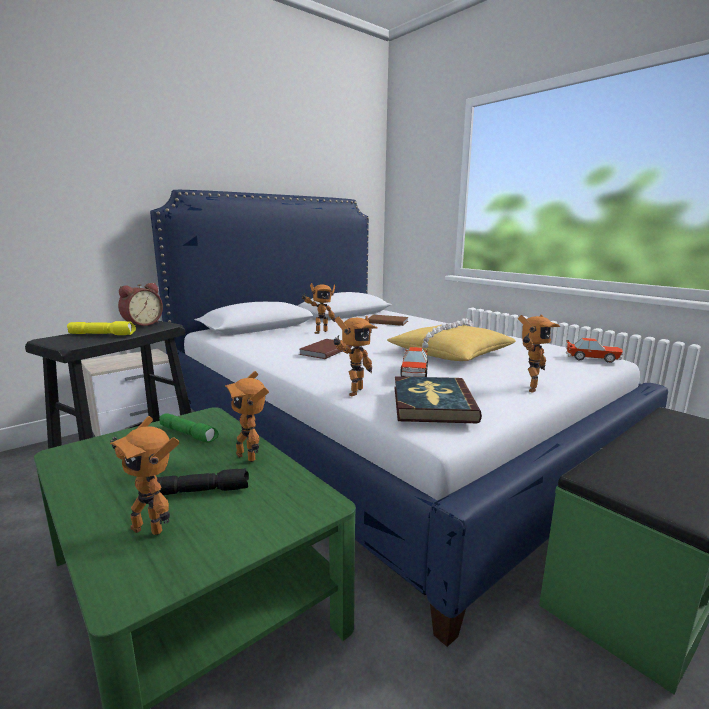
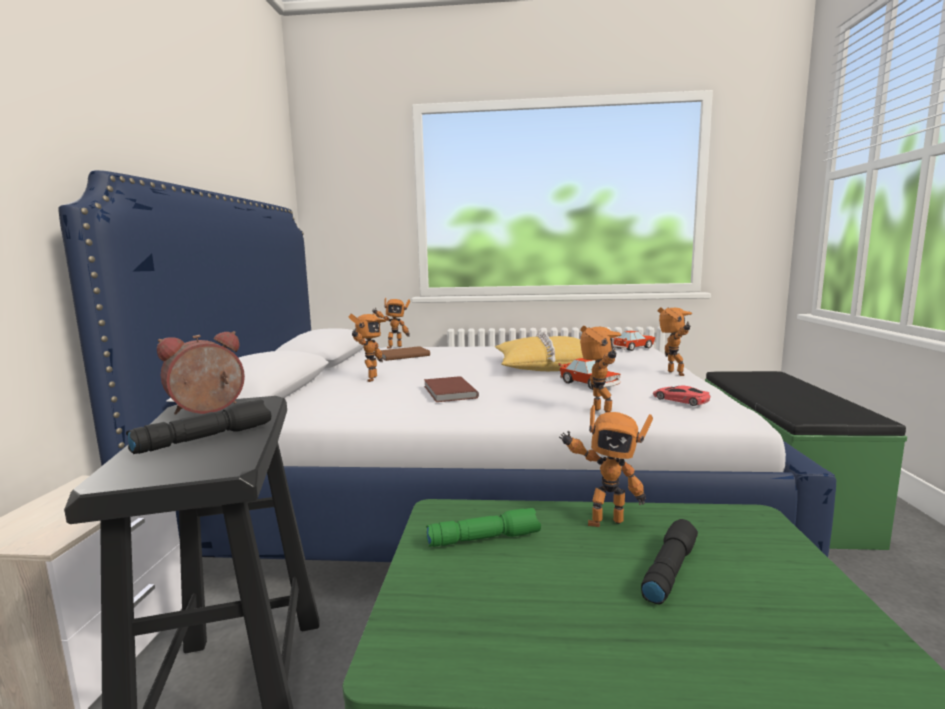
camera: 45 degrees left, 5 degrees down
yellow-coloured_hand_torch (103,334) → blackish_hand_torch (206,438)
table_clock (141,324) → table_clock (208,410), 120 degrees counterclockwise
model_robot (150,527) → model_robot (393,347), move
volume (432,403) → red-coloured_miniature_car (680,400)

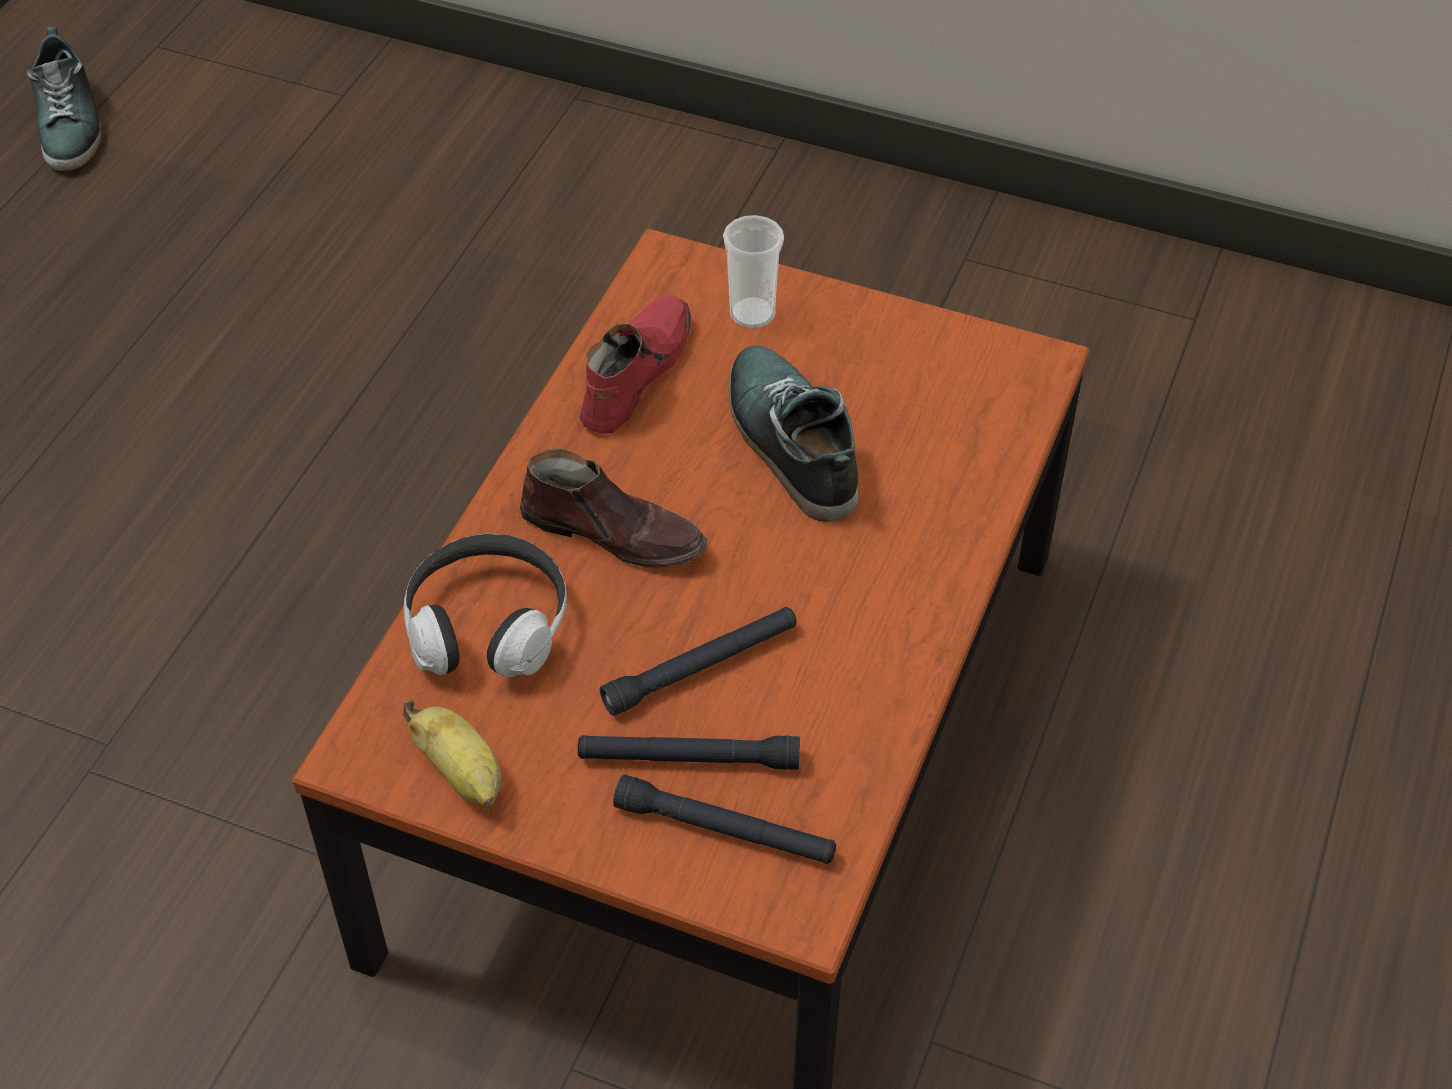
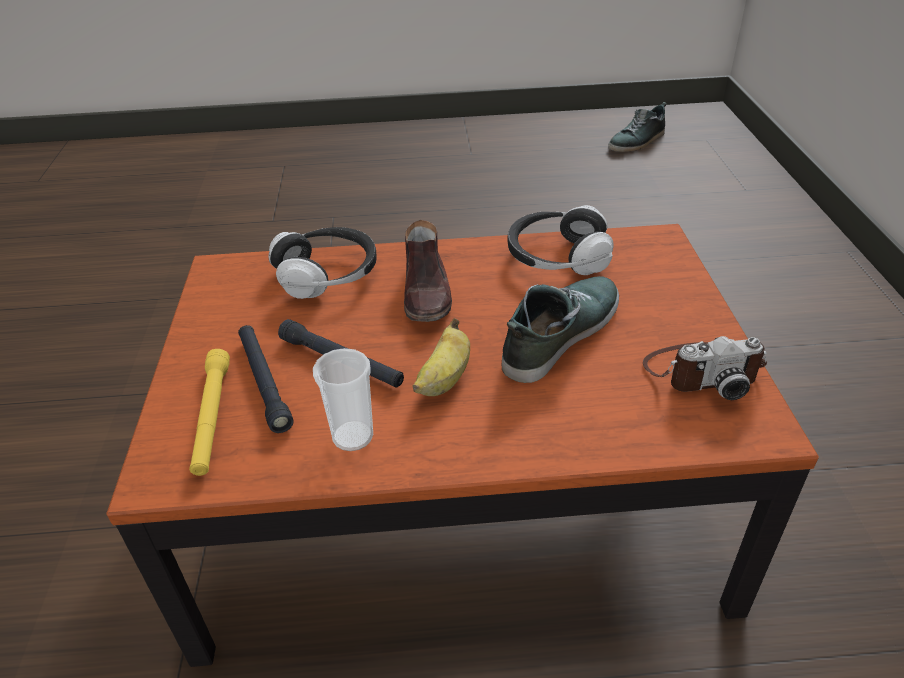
camera: 65 degrees right, 10 degrees down
blackish_hand_torch (725,830) → yellow-coloured_hand_torch (212,418)
drinking_cup (752,314) → drinking_cup (353,436), move
whole_banana (462,774) → whole_banana (444,380), move
red-coloured_low_shoe (634,373) → pair_of_headphones (557,257)
- → photo_camera (701,372)

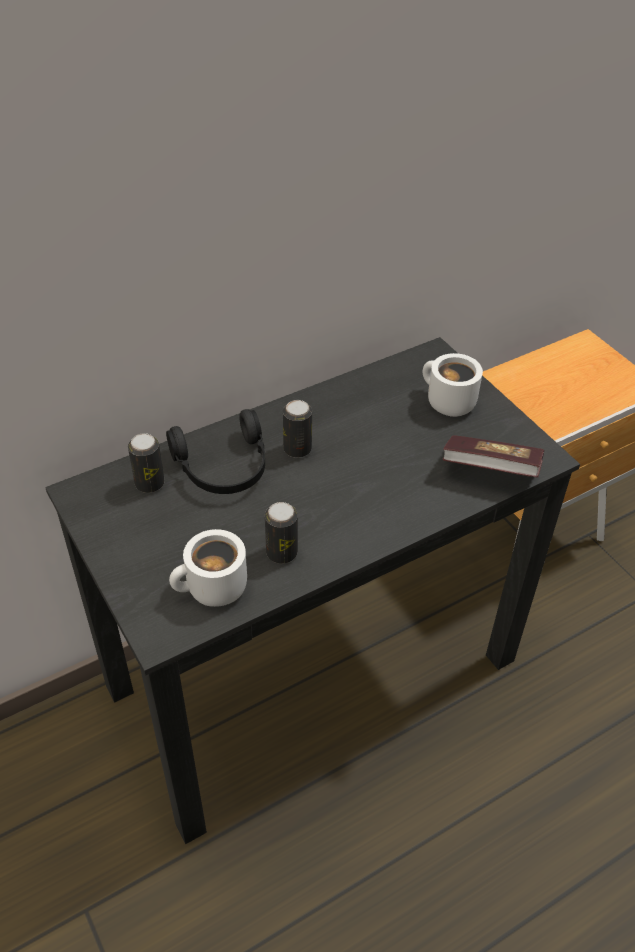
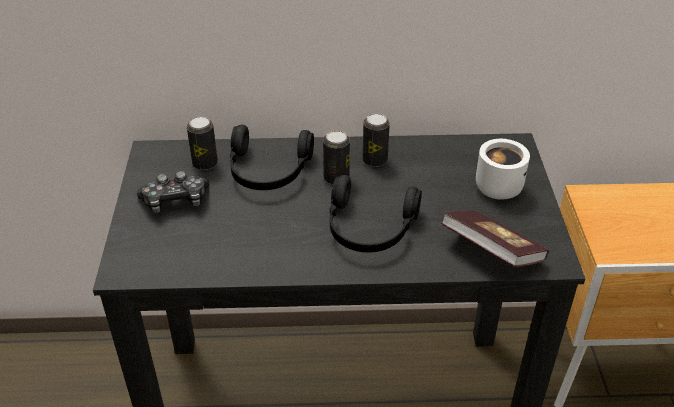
camera: 30 degrees right, 5 degrees down
- → game_controller (175,201)
- → blackish_pair_of_headphones (369,229)
sealed_can (281,553) → sealed_can (375,160), move
whitish_mug (213,591) → -

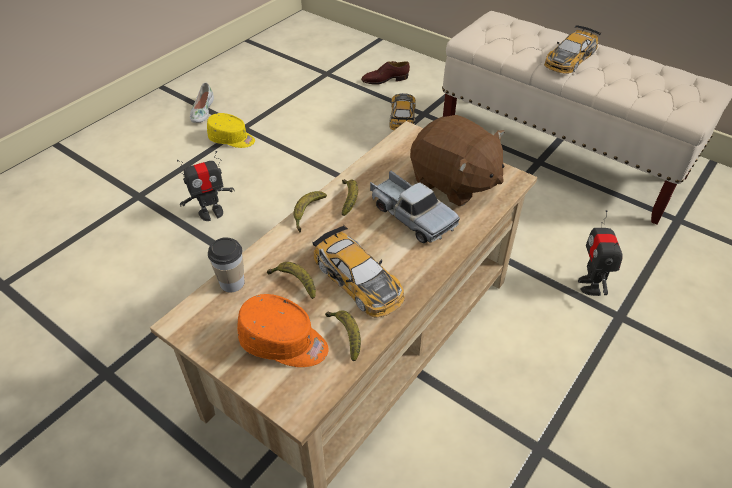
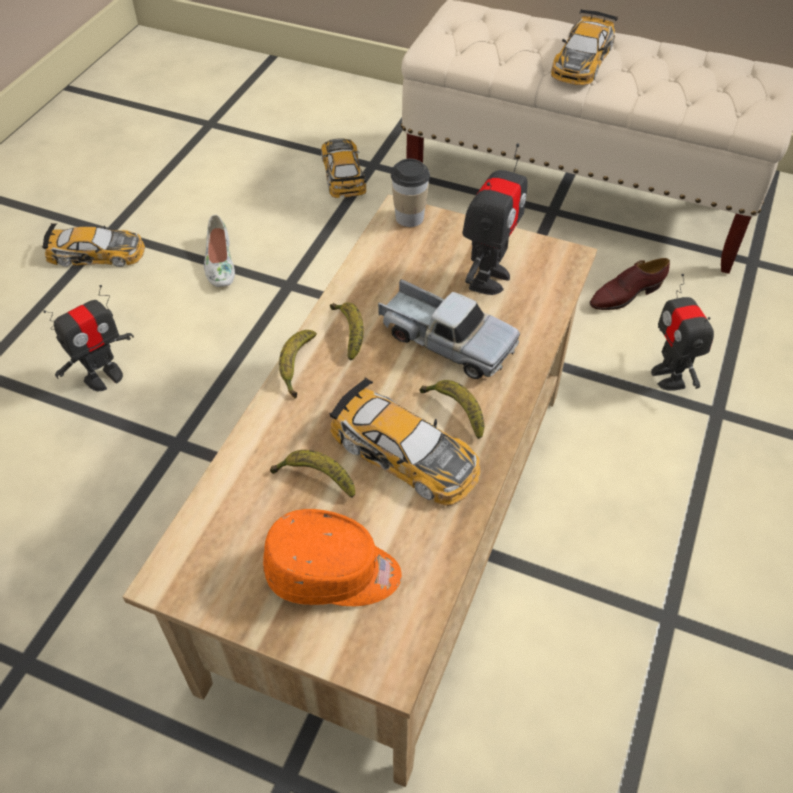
camera: 15 degrees left, 5 degrees up
yellow-coloured_cap (232,139) → miniature_car (97,253)
whitish_low_shoe (202,111) → whitish_low_shoe (219,263), move
drinking_cup (232,282) → drinking_cup (409,217), move
whole_banana (346,336) → whole_banana (455,411), move
brown-coloured_soft_toy (454,183) → model_robot (488,279)
brown-coloured_low_shoe (385,80) → brown-coloured_low_shoe (625,294), move

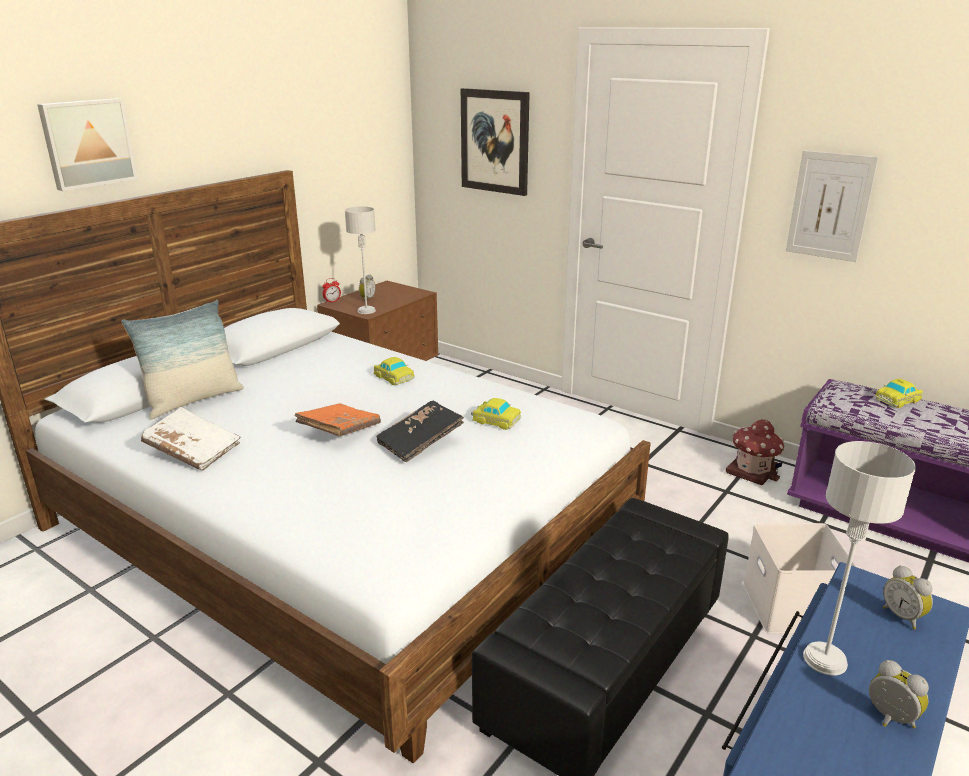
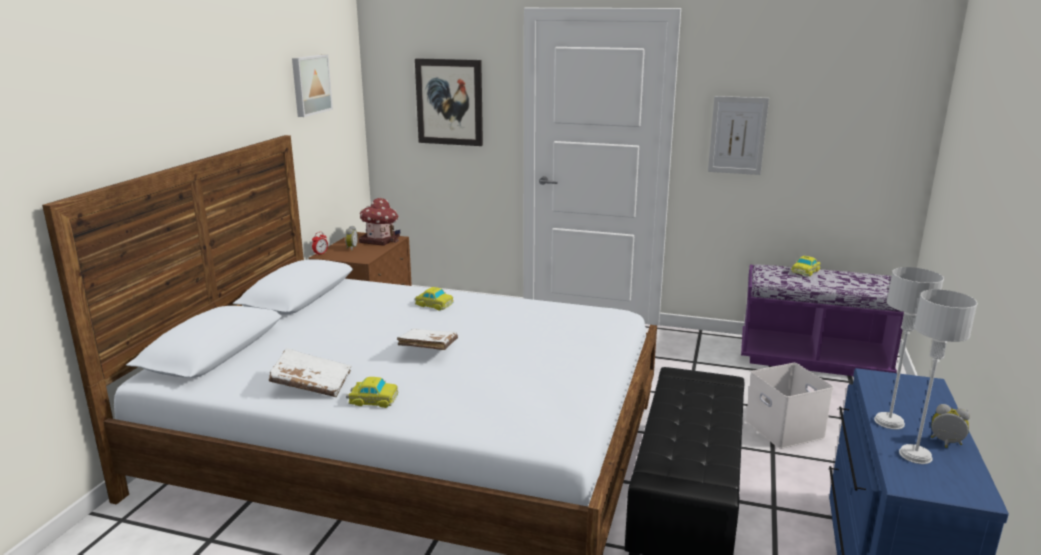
camera: 20 degrees left, 5 degrees down
wall_picture (87,143) → wall_picture (310,85), move
miniature_car (495,420) → miniature_car (372,399), move
miniature_house (752,471) → miniature_house (380,240), move
orange_volume (339,431) → whitish_volume (428,349)
gray_lamp_for_a_table (367,311) → gray_lamp_for_a_table (915,455), move
pillow (193,400) → -
blackish_volume (420,442) → -
table_clock (903,616) → -

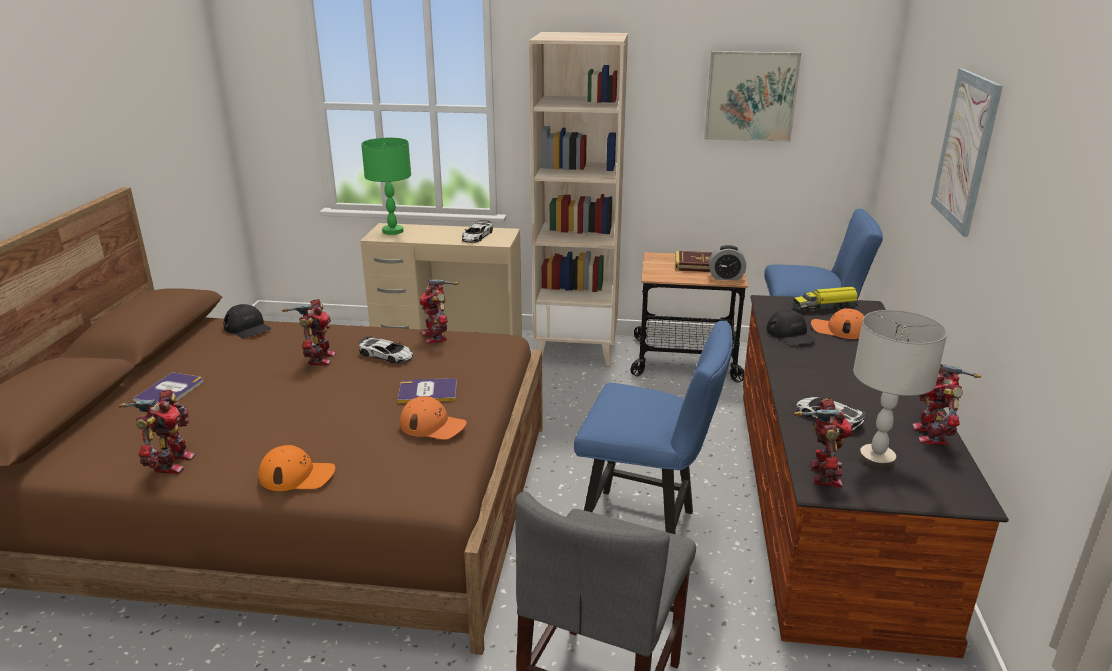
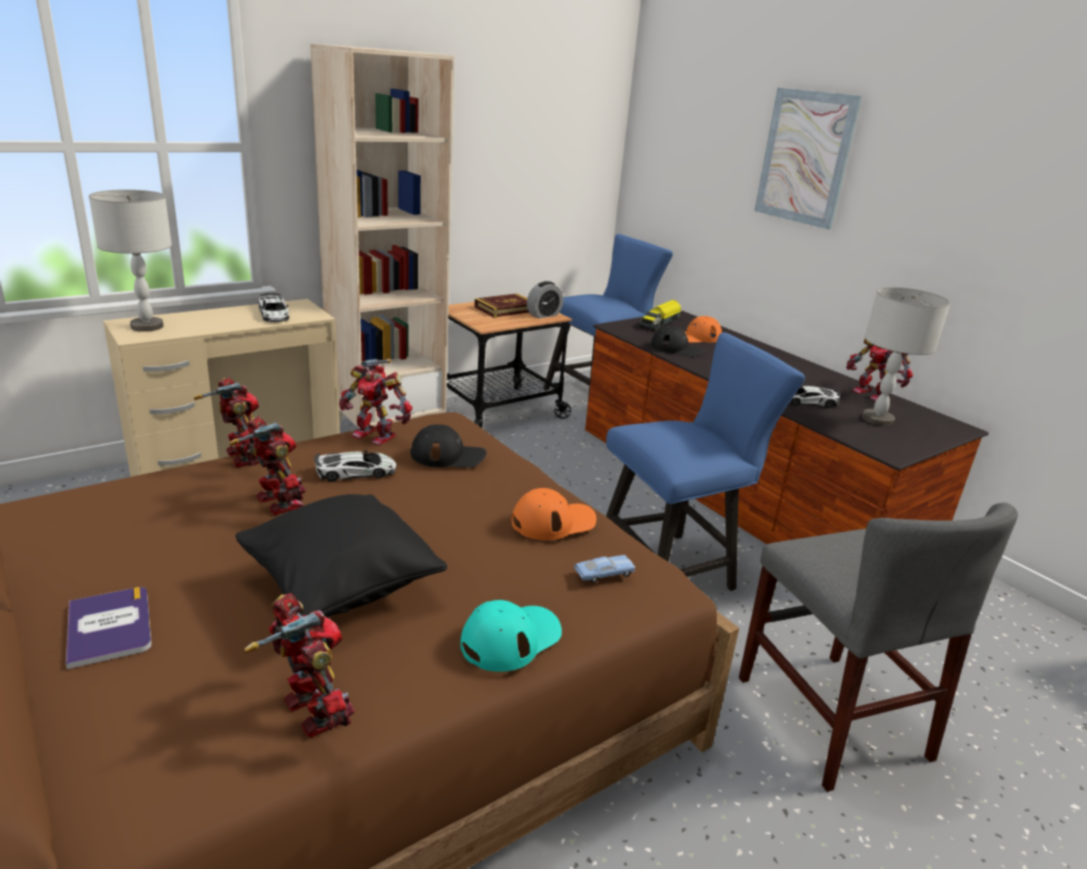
camera: 45 degrees left, 0 degrees up
green-coloured_lamp_for_a_table (393,231) → gray_lamp_for_a_table (147,326)
model_robot (822,475) → model_robot (241,458), move
- → blackish_pillow (341,588)
blackish_cap (247,328) → blackish_cap (448,455), move
orange_cap (297,475) → turquoise-coloured_cap (510,638)
- → blue_miniature_car (604,574)
volume (428,391) → -
wall_picture (751,96) → -

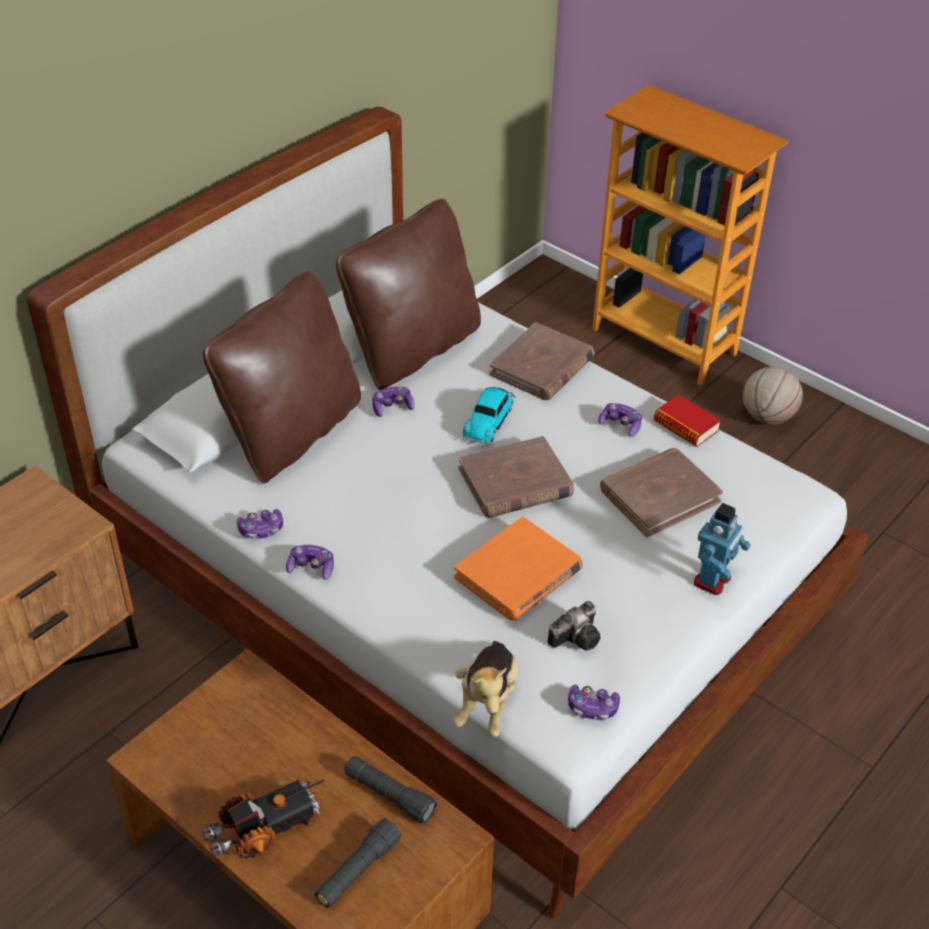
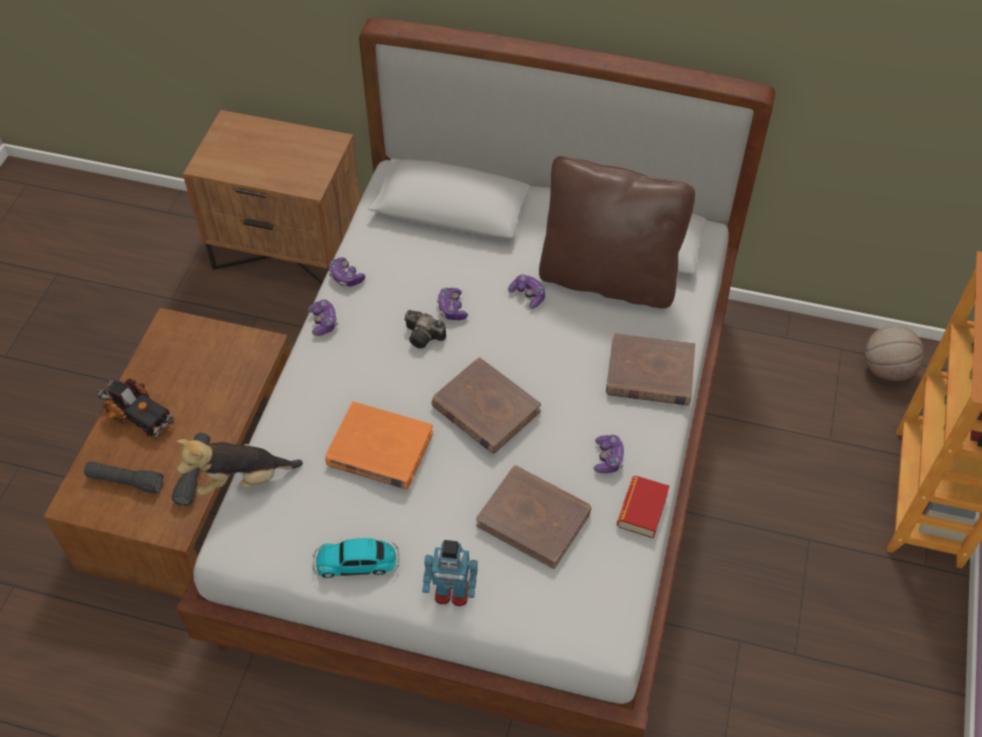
camera: 65 degrees right, 10 degrees up
miniature_car (489,419) → miniature_car (358,562), move
photo_camera (577,636) → photo_camera (425,336), move
game_controller (592,708) → game_controller (452,309), move
basketball_ball (767,417) → basketball_ball (886,369), move
brown-coloured_pillow (291,433) → -

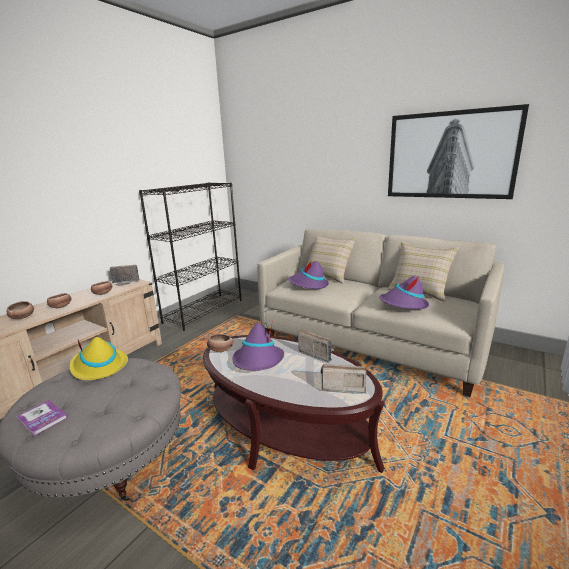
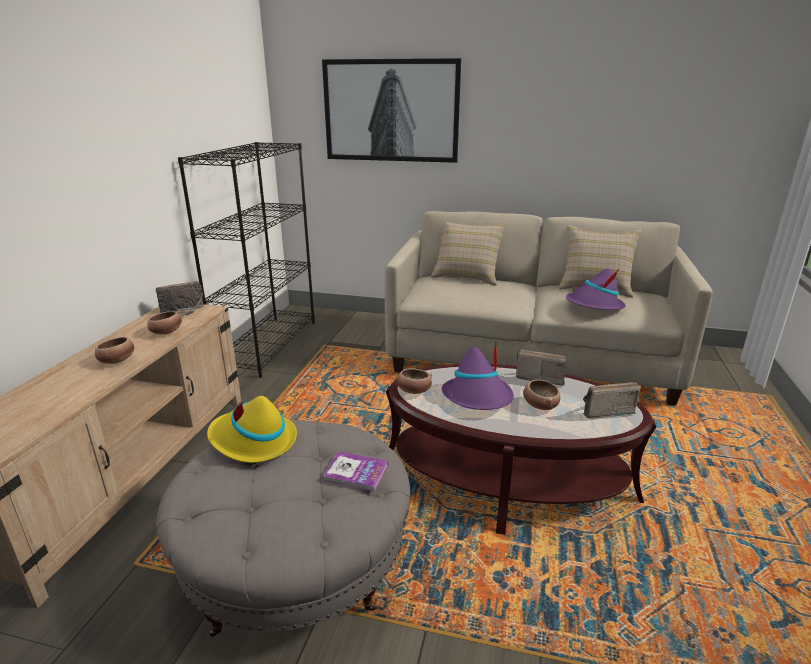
camera: 20 degrees left, 5 degrees up
wall_picture (450,155) → wall_picture (391,111), move
volume (42,418) → volume (356,472), move
bowl (22,317) → bowl (540,405), move
purple_hat (308,285) → -

